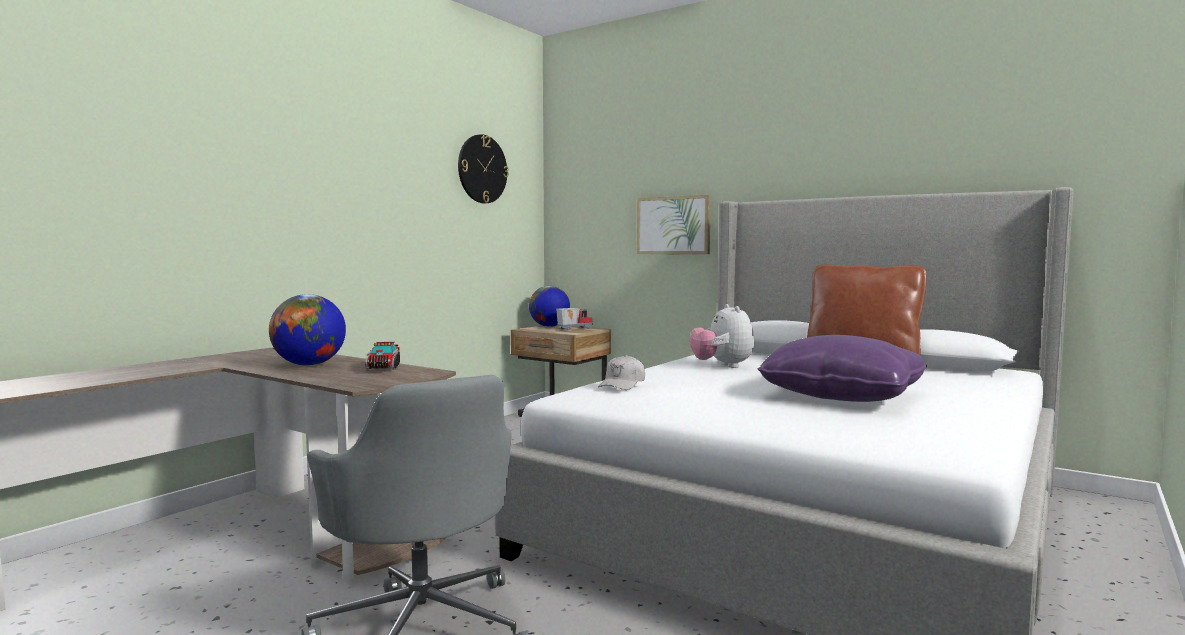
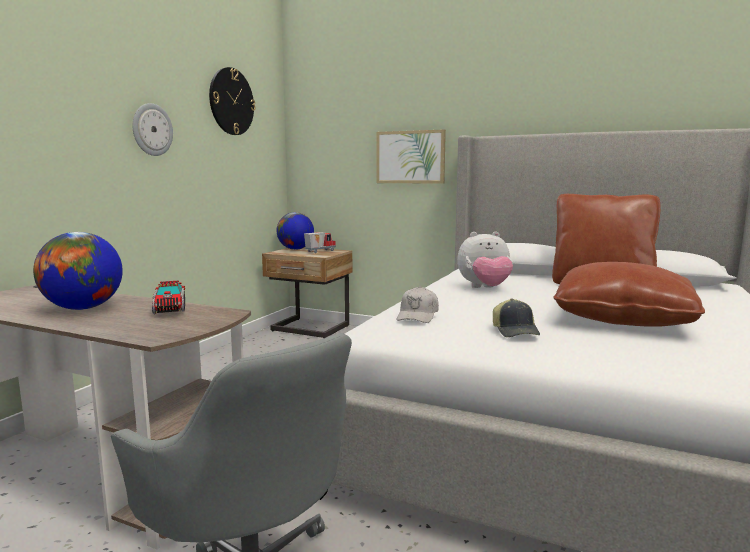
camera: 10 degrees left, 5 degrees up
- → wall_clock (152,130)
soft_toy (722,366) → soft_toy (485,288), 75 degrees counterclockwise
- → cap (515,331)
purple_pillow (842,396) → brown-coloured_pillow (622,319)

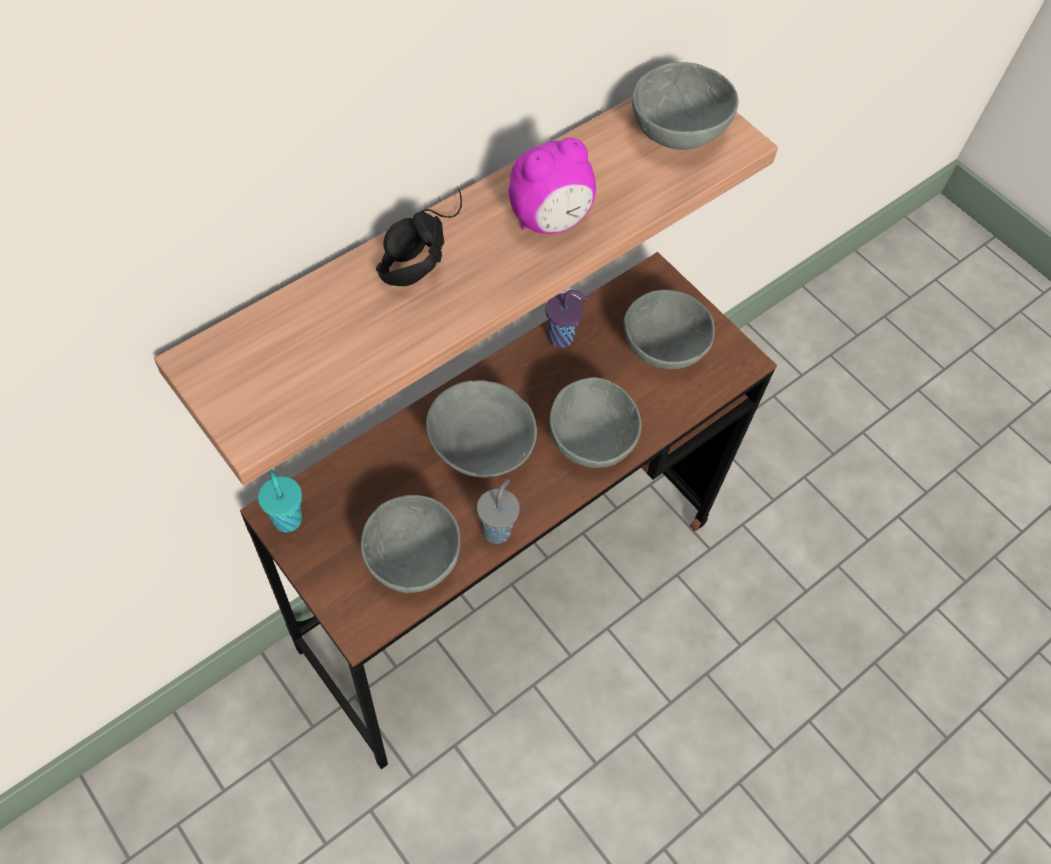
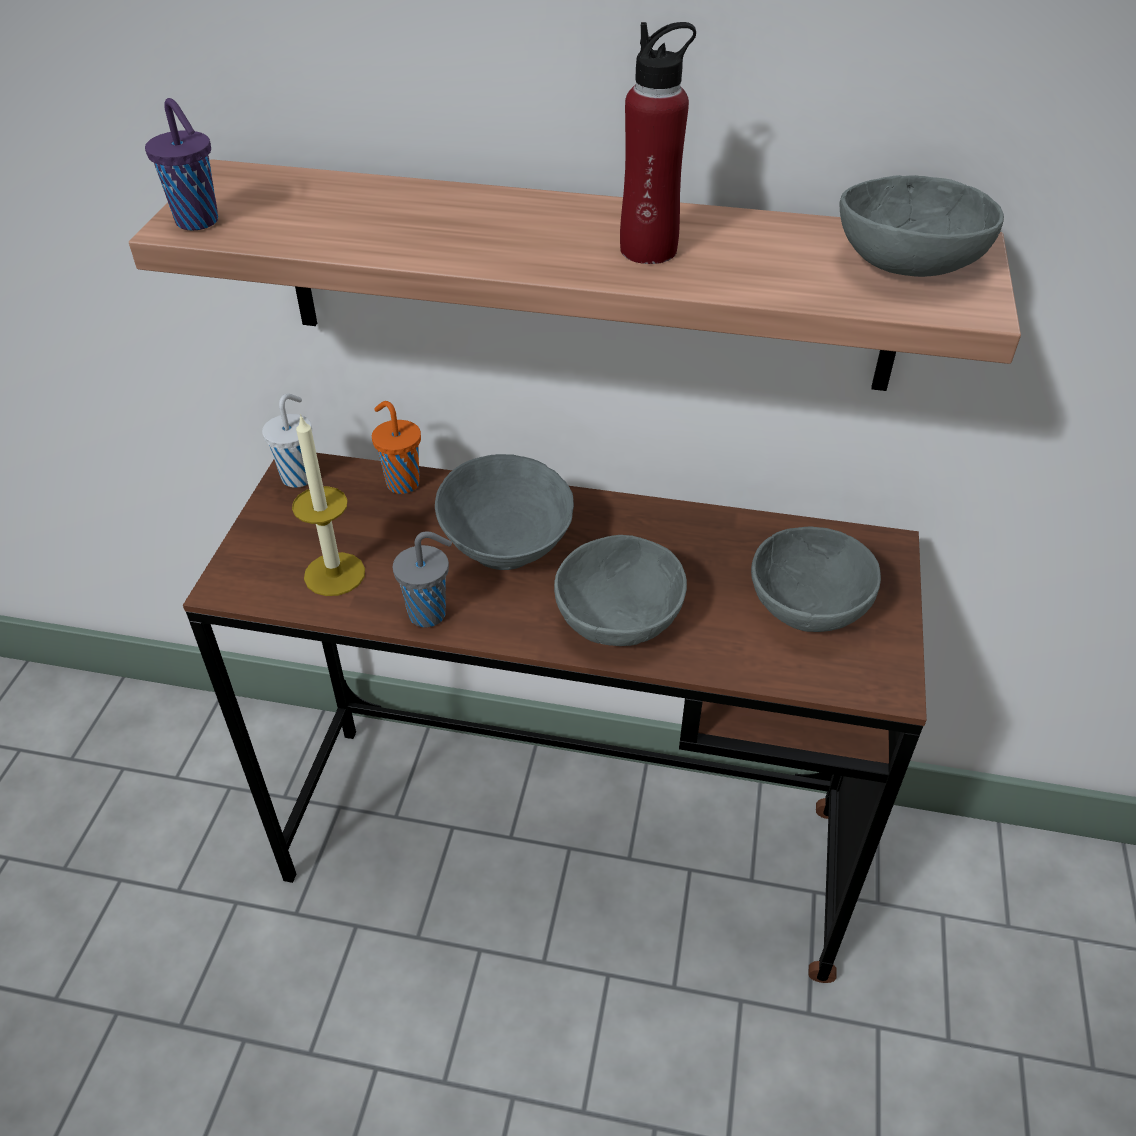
camera: 55 degrees right, 15 degrees down
purple_drinking_cup (562,337) → purple_drinking_cup (199,222), move
turquoise-coloured_drinking_cup (287,518) → whitish_drinking_cup (299,476)
gray_bowl (410,558) → wax_candle (334,574)
- → orange_drinking_cup (401,483)
table_clock (550,220) → red-coloured_drink_bottle (648,250)
blackish_pair_of_headphones (419,245) → -

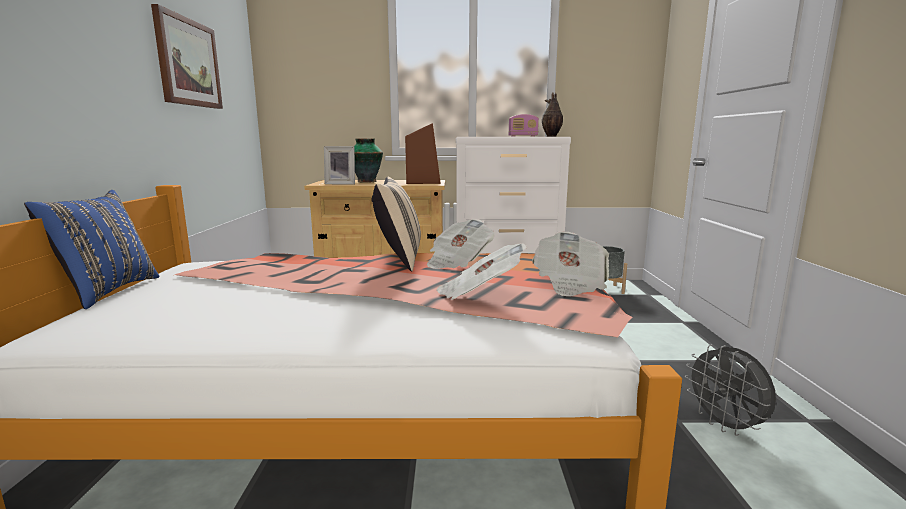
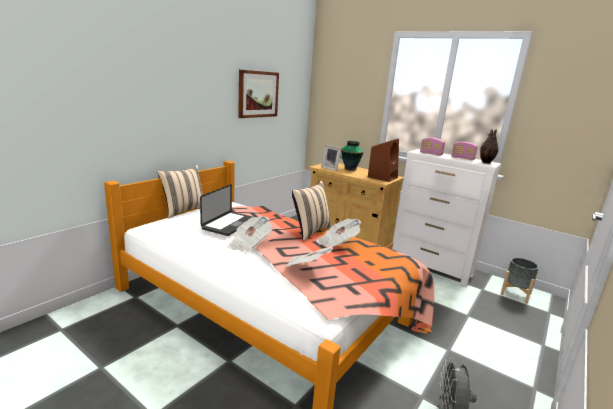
camera: 35 degrees right, 5 degrees up
blue_pillow (107,291) → beige_pillow (183,211)
- → laptop (229,224)
daily_paper (569,284) → daily_paper (249,244), move
- → radio_receiver (431,154)

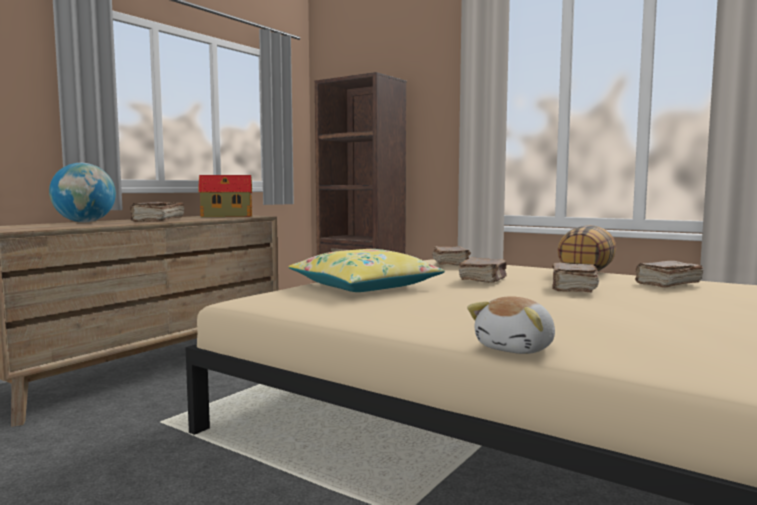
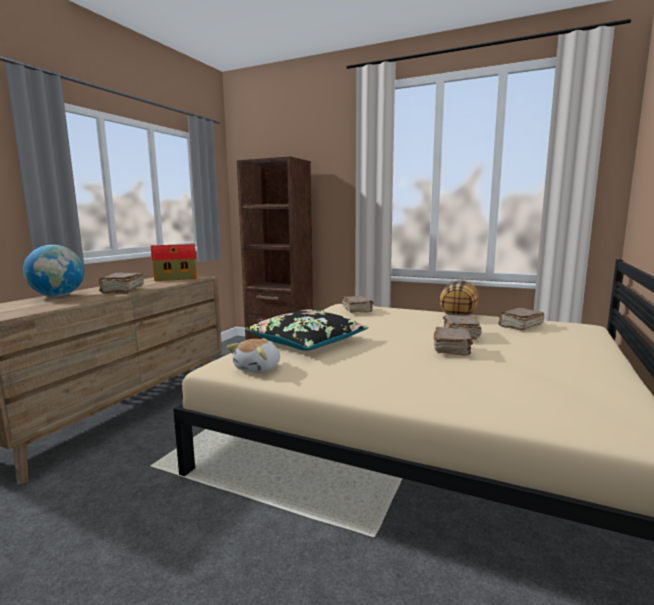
camera: 10 degrees left, 5 degrees up
soft_toy (517,348) → soft_toy (258,368), move
yellow-coloured_pillow (365,286) → blackish_pillow (307,341)
brown-coloured_volume (483,280) → brown-coloured_volume (452,349), move

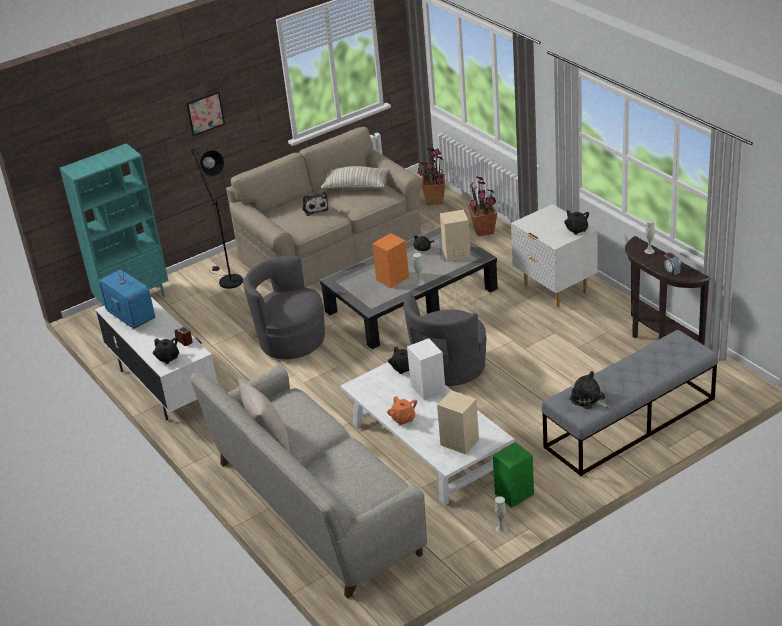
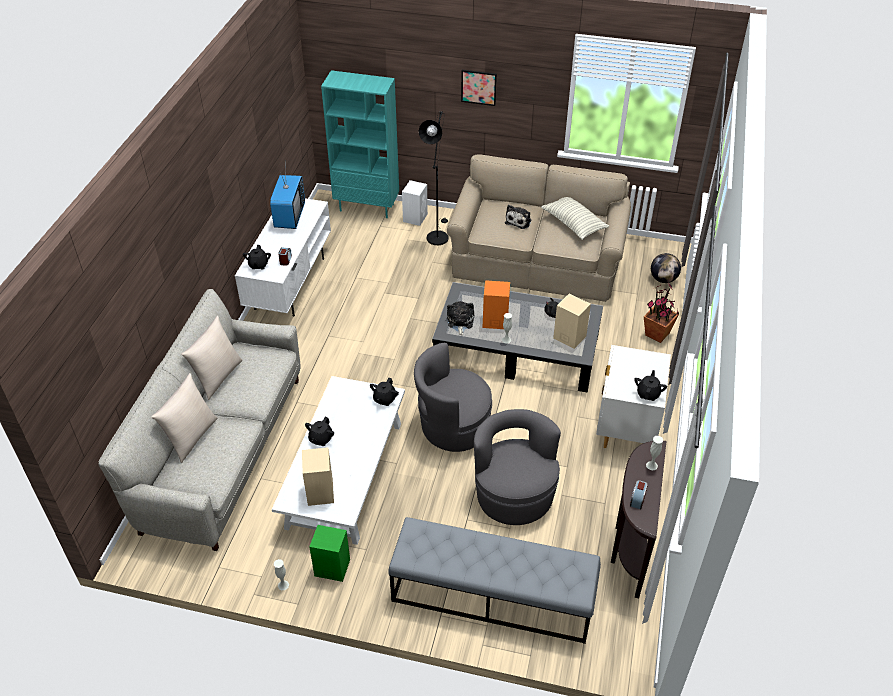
camera: 45 degrees right, 10 degrees up
- → beige_pillow (191,437)
orange_tea_pot (403,419) → blackish_tea_pot (320,439)
whitish_loudspeaker (427,388) → whitish_loudspeaker (415,217), move
soft_toy (589,399) → soft_toy (460,322), move
gray_lounge_chair (291,341) → gray_lounge_chair (514,496), move
plant_in_a_pot (434,200) → globe (663,279)

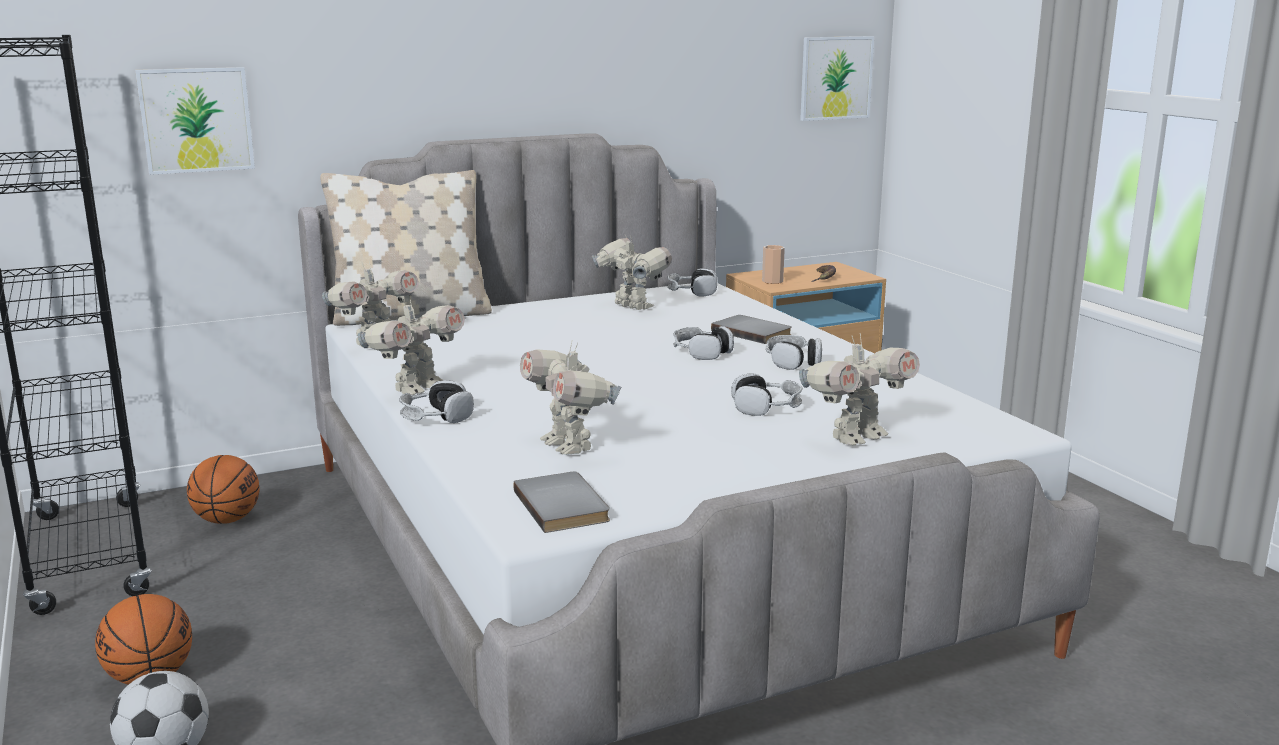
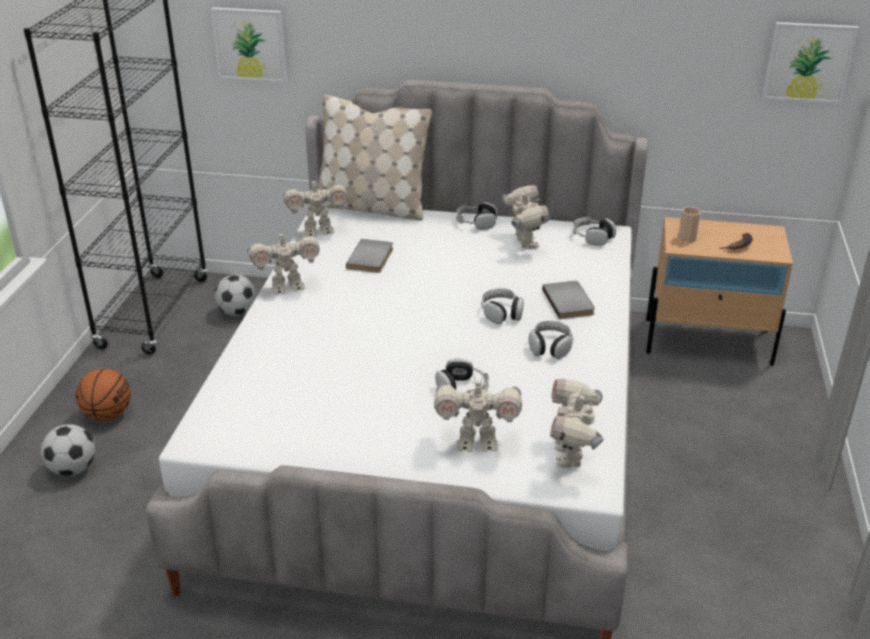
camera: 35 degrees right, 15 degrees up
basketball_ball (227,520) → football (237,312)
gray_volume (565,505) → gray_volume (372,258), move
pair_of_headphones (436,417) → pair_of_headphones (476,222), move
model_robot (569,446) → model_robot (571,455), move

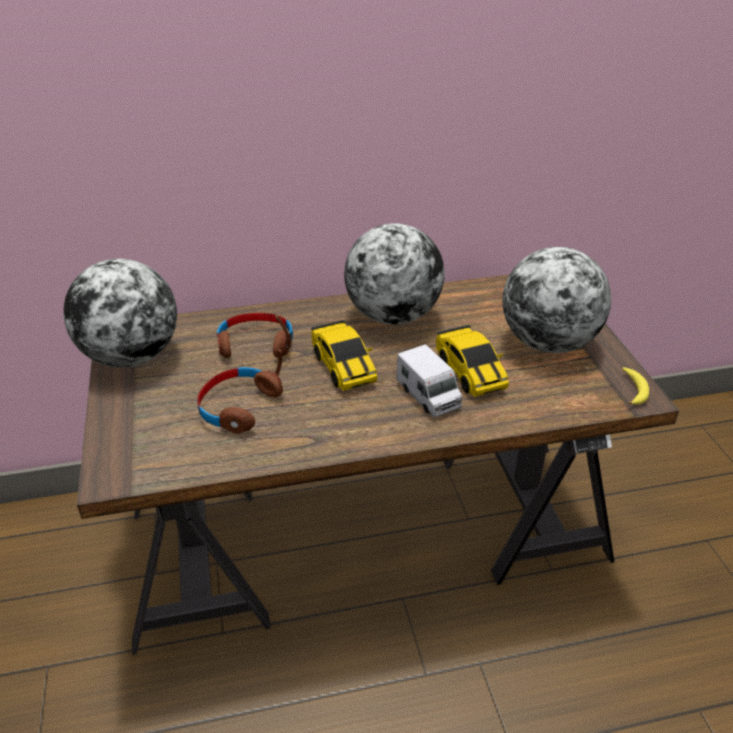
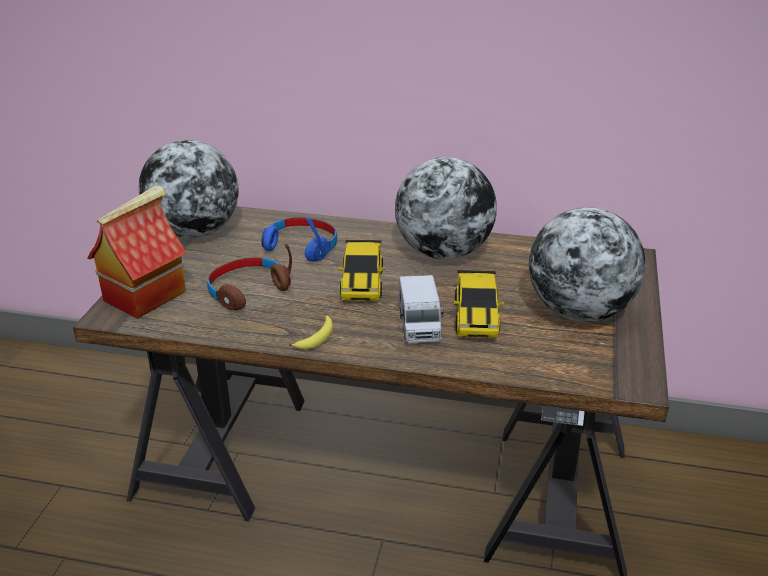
camera: 25 degrees right, 5 degrees down
- → miniature_house (145,295)
brown-coloured_pair_of_headphones (256,344) → blue_pair_of_headphones (301,246)
whole_banana (634,390) → whole_banana (316,338), move

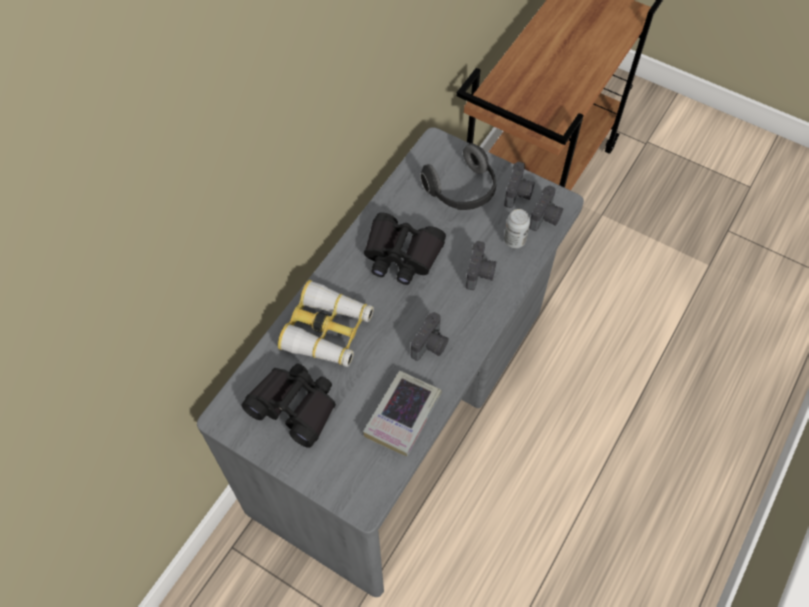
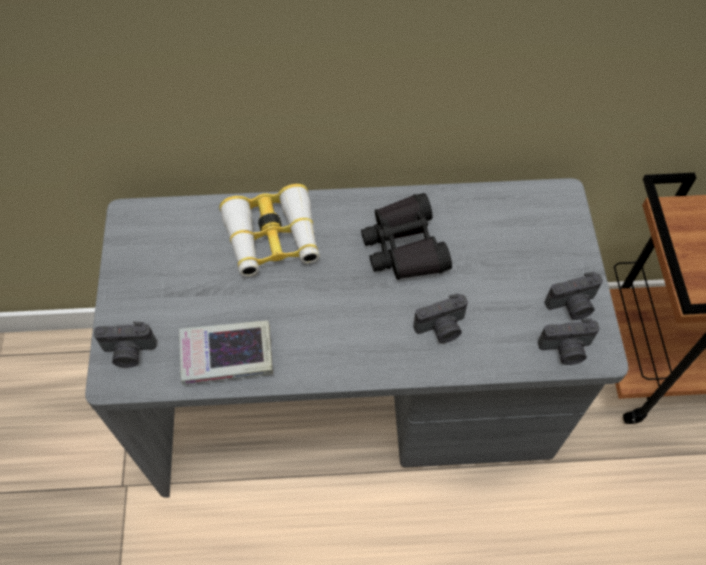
camera: 55 degrees right, 0 degrees up
photo_camera (431,345) → photo_camera (129,352), move
blackish_pair_of_binoculars (295,406) → -
pair_of_headphones (462,191) → -
sealed_can (514,240) → -

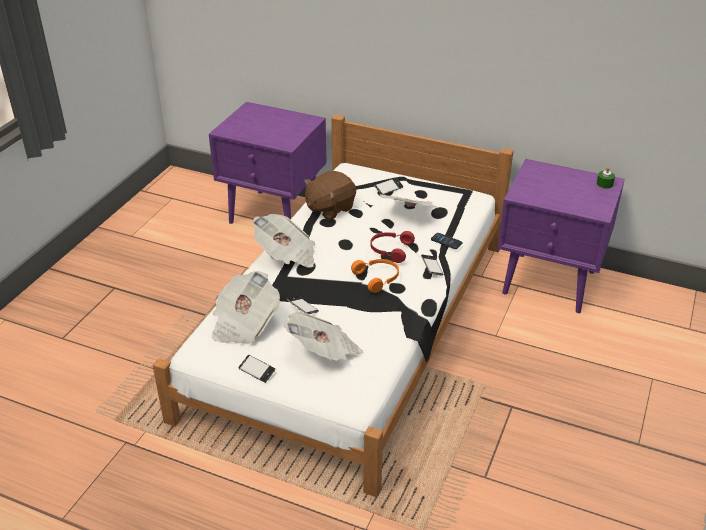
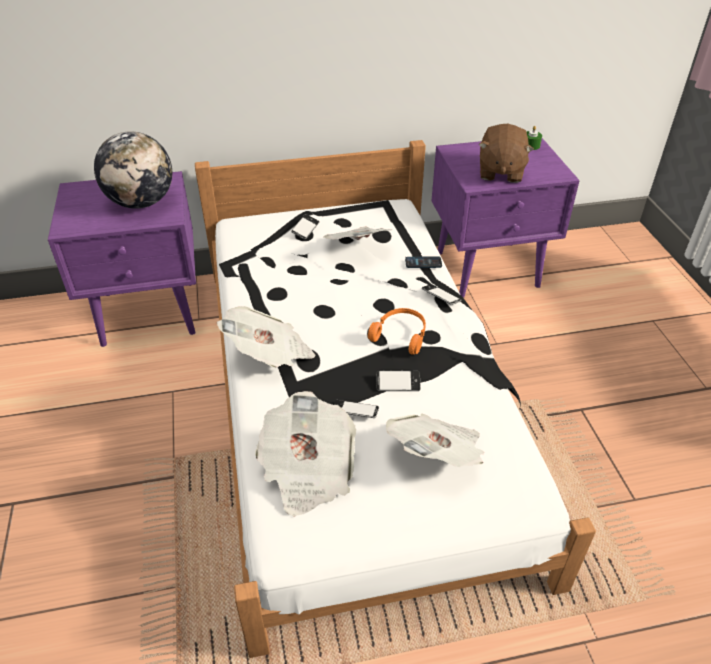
camera: 35 degrees left, 5 degrees up
- → globe (141,202)
phone (257,371) → phone (398,383), move
brown-coloured_soft_toy (329,208) → brown-coloured_soft_toy (500,172), move
red-coloured_pair_of_headphones (390,250) → -

